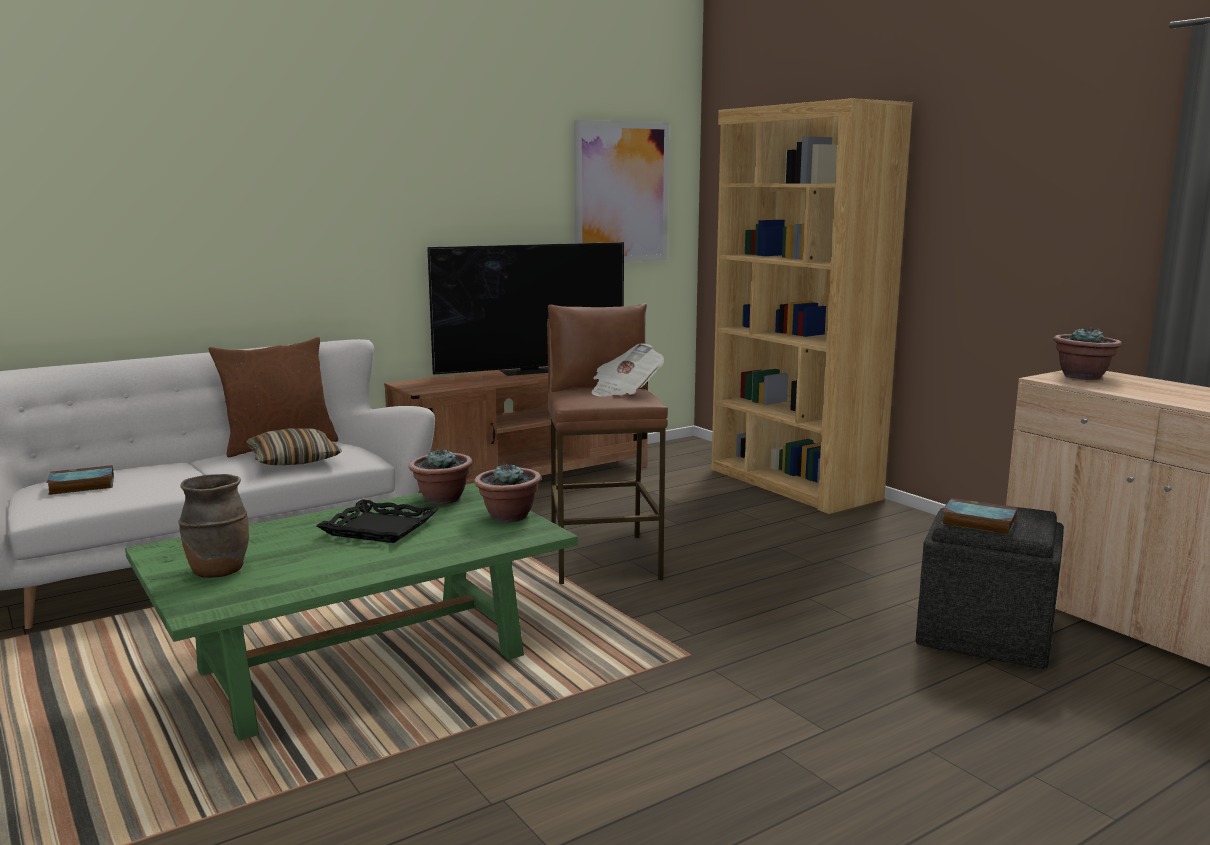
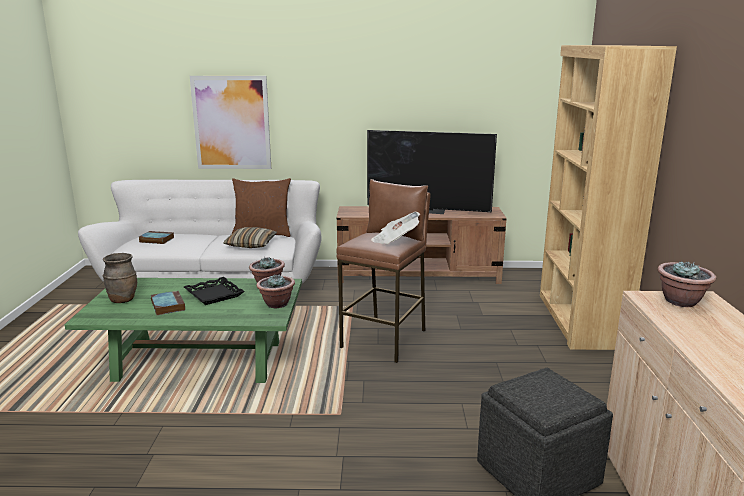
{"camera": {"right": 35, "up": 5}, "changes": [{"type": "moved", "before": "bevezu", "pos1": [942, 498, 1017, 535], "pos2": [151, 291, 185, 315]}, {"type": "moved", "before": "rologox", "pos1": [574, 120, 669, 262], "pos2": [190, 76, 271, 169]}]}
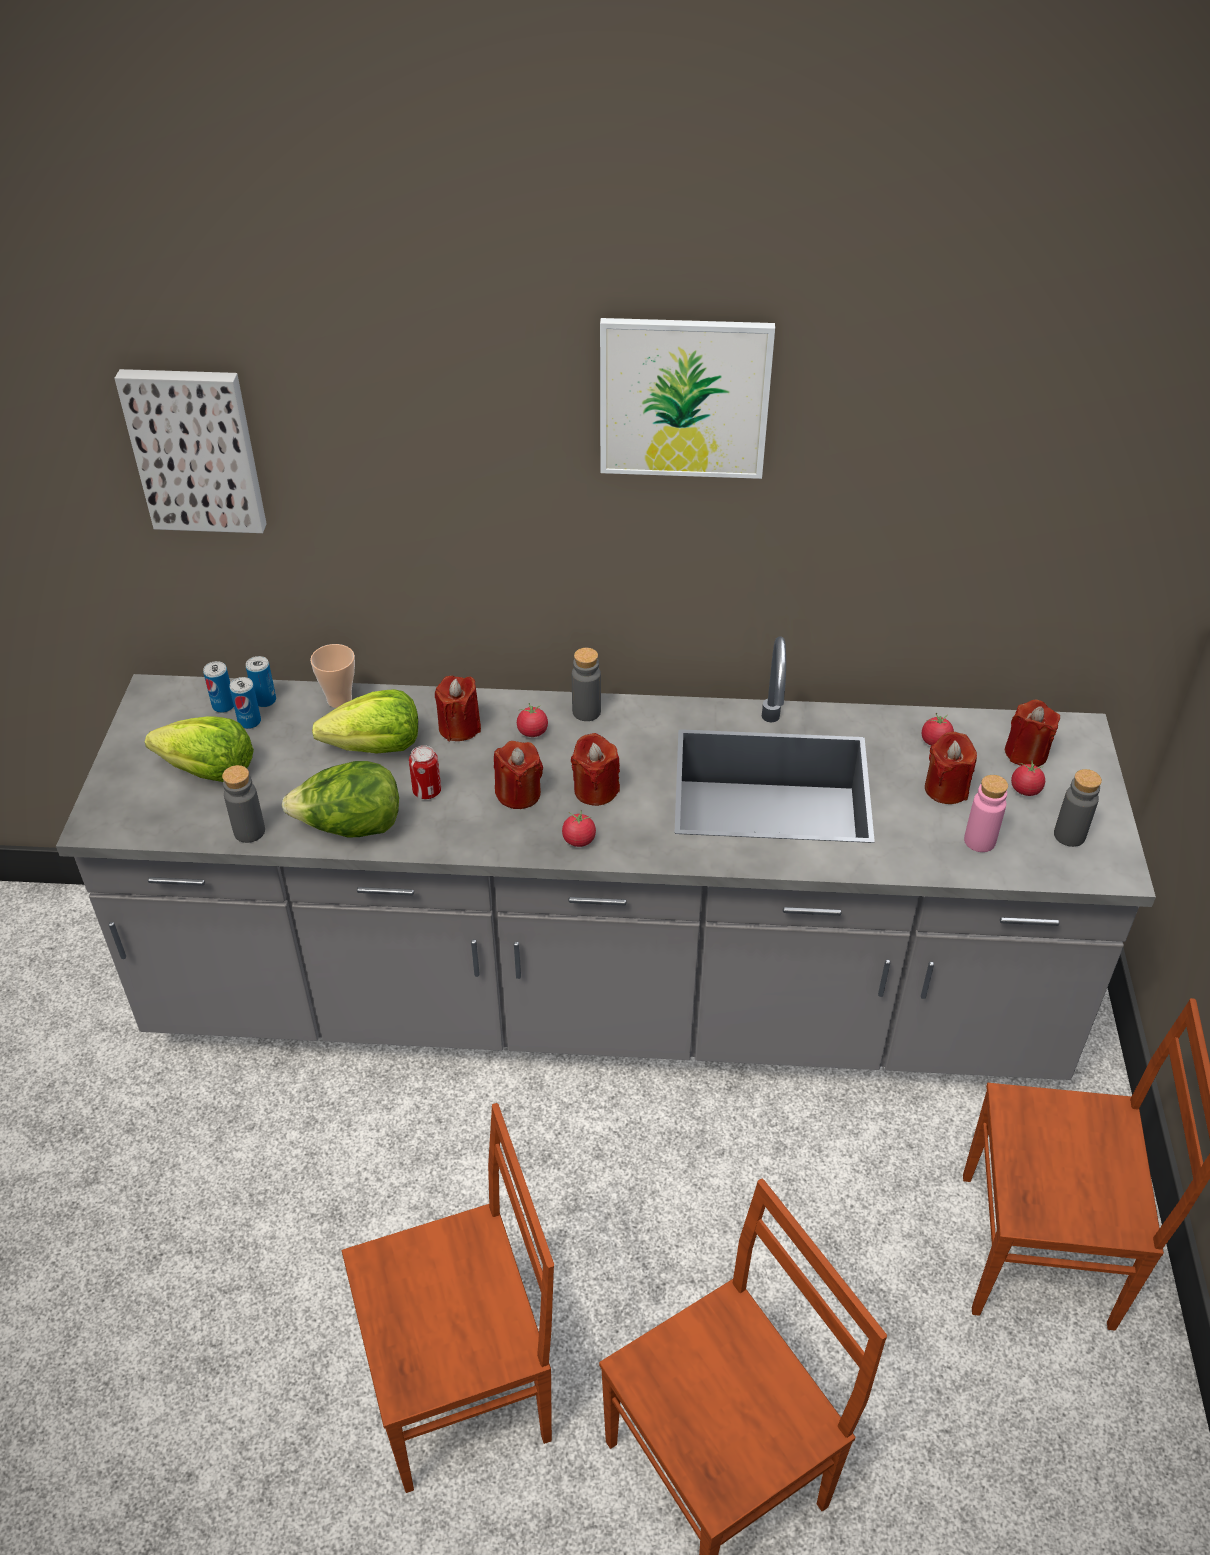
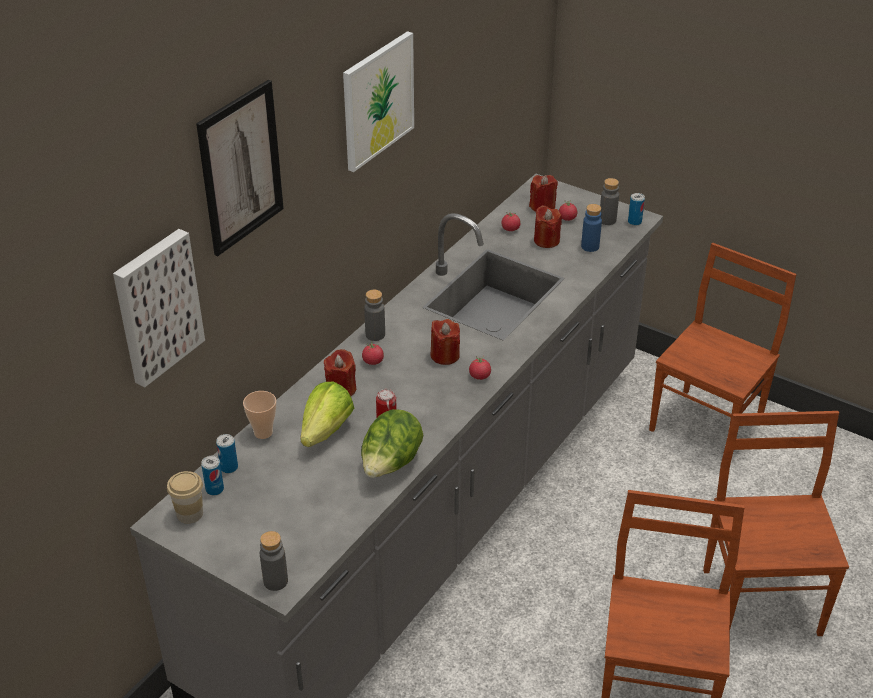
{"camera": {"right": -60, "up": -5}, "changes": [{"type": "added", "after": "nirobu", "pos2": [167, 471, 203, 524]}, {"type": "added", "after": "rologox", "pos2": [196, 80, 284, 256]}, {"type": "moved", "before": "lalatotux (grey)", "pos1": [222, 765, 265, 843], "pos2": [260, 531, 288, 591]}, {"type": "recoloured", "before": "lalatotux (pink)", "after": "lalatotux (blue)", "pos1": [964, 775, 1008, 852], "pos2": [581, 204, 602, 252]}, {"type": "moved", "before": "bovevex", "pos1": [230, 677, 261, 729], "pos2": [628, 193, 645, 226]}, {"type": "removed", "before": "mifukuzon", "pos1": [145, 716, 254, 782]}, {"type": "removed", "before": "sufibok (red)", "pos1": [494, 741, 543, 809]}]}
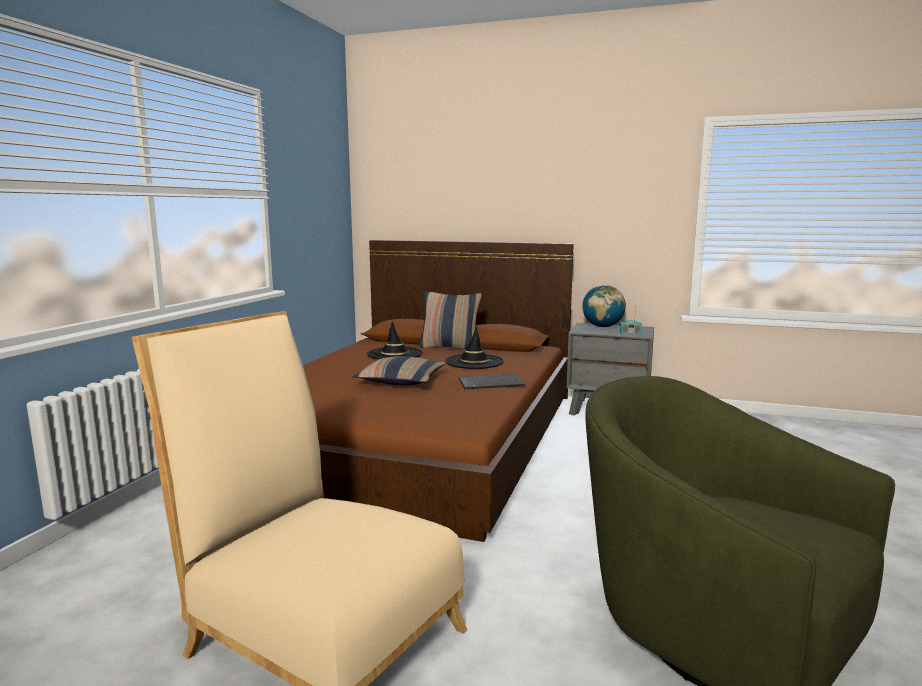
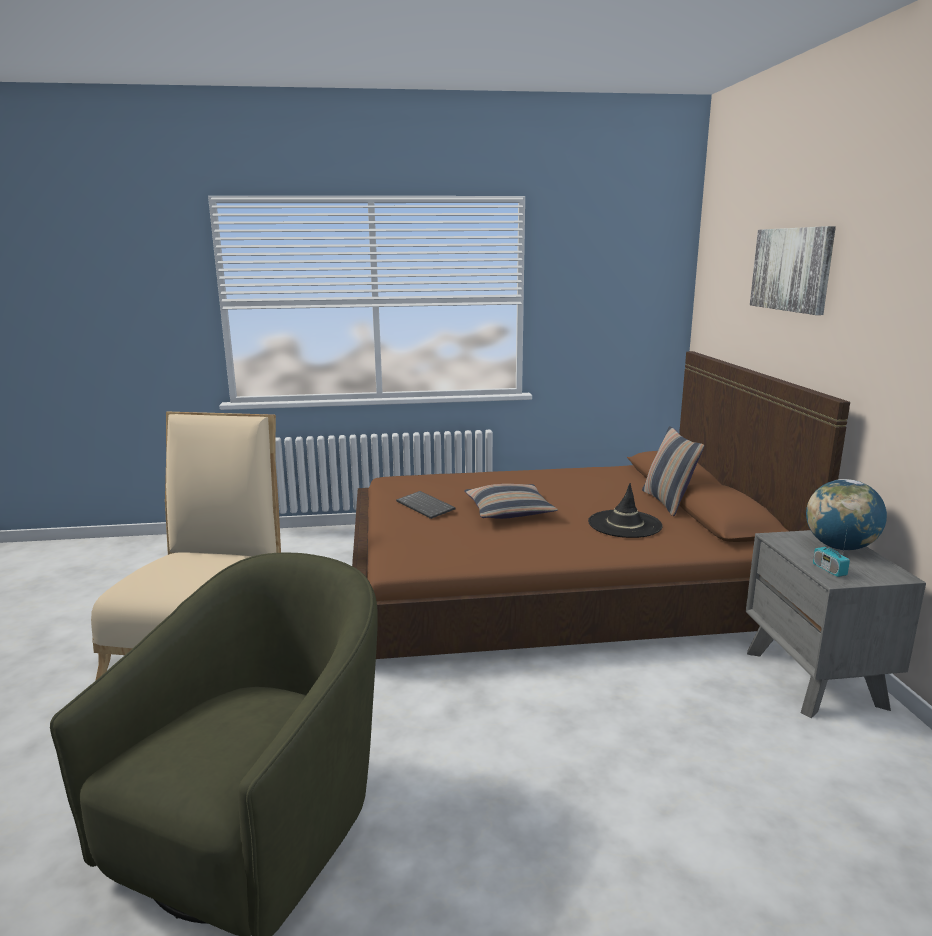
{"camera": {"right": 65, "up": 5}, "changes": [{"type": "moved", "before": "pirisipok", "pos1": [459, 374, 525, 389], "pos2": [396, 491, 456, 519]}, {"type": "added", "after": "rologox", "pos2": [750, 226, 836, 315]}, {"type": "removed", "before": "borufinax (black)", "pos1": [367, 321, 423, 359]}]}
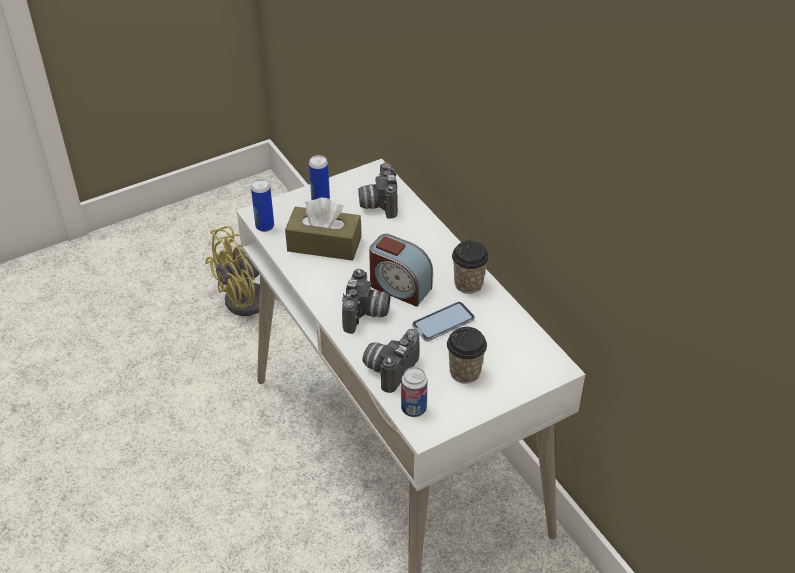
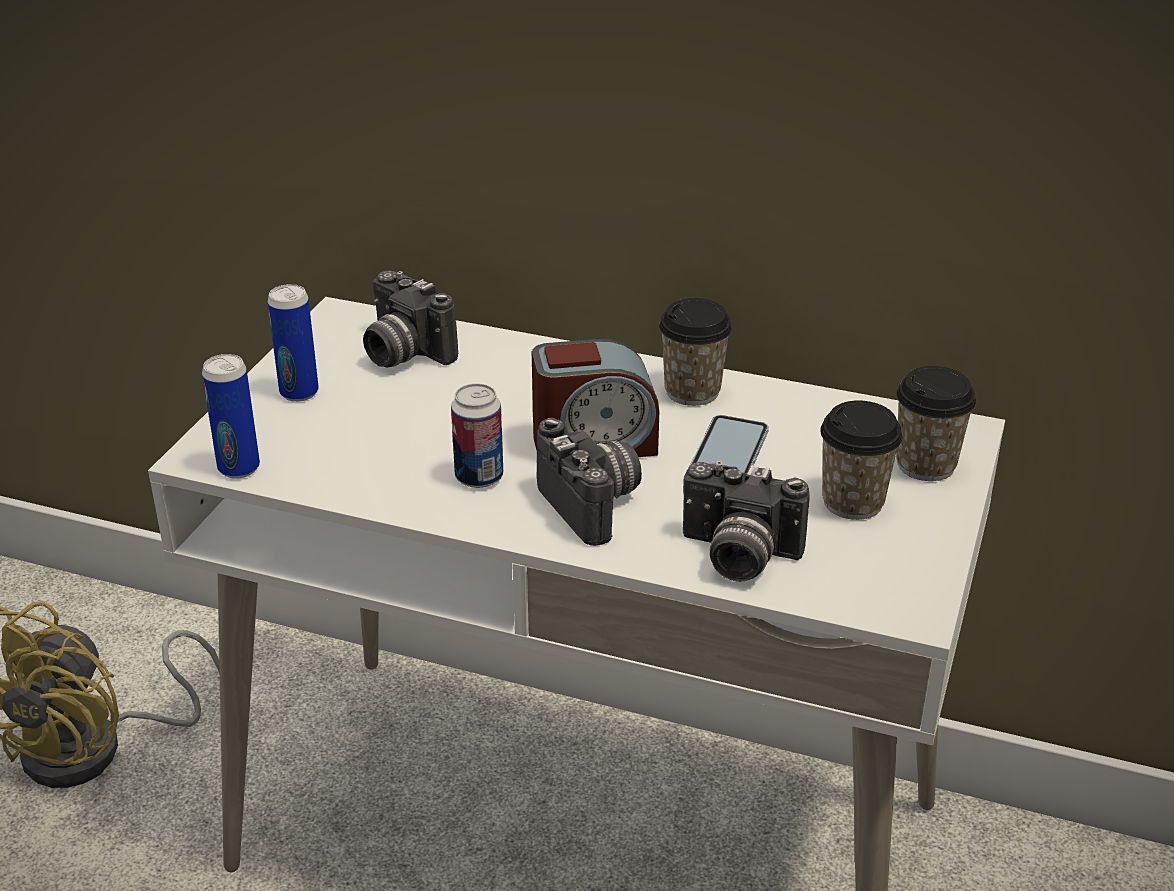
{"camera": {"right": -40, "up": -10}, "changes": [{"type": "moved", "before": "bovevex", "pos1": [401, 367, 427, 417], "pos2": [451, 383, 503, 488]}, {"type": "turned", "before": "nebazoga", "pos1": [363, 329, 420, 393], "pos2": [683, 461, 810, 582], "turn": -60}, {"type": "added", "after": "nirobu", "pos2": [896, 366, 976, 481]}, {"type": "removed", "before": "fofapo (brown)", "pos1": [285, 198, 361, 261]}]}
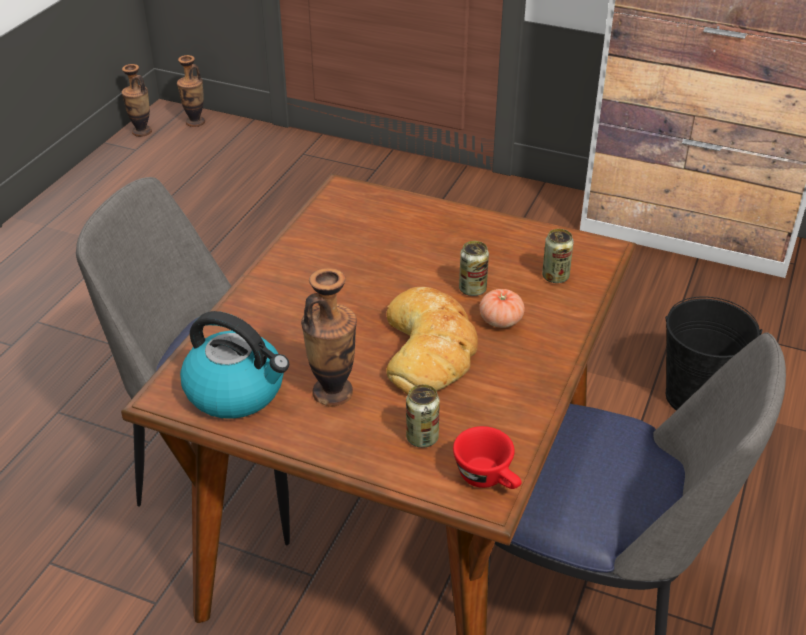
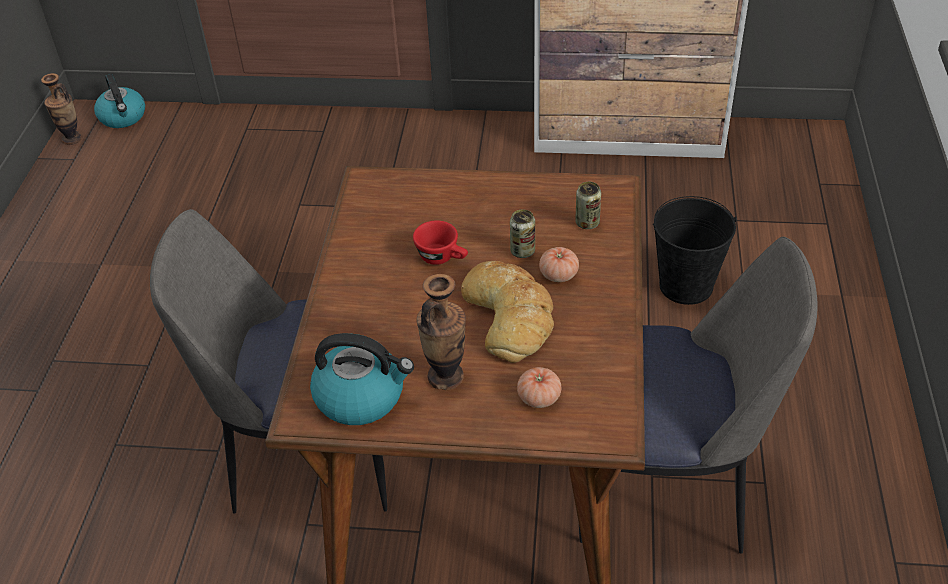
{"camera": {"right": -15, "up": 5}, "changes": [{"type": "replaced", "before": "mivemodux", "after": "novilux", "pos1": [177, 55, 205, 127], "pos2": [94, 74, 145, 128]}, {"type": "moved", "before": "nirobu (red)", "pos1": [453, 426, 522, 489], "pos2": [413, 220, 468, 265]}, {"type": "replaced", "before": "bovevex", "after": "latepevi", "pos1": [406, 384, 440, 447], "pos2": [517, 367, 561, 408]}]}
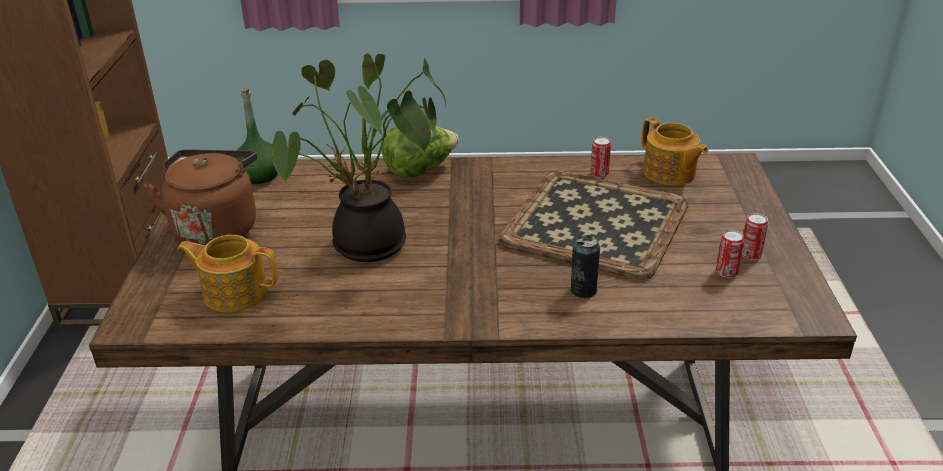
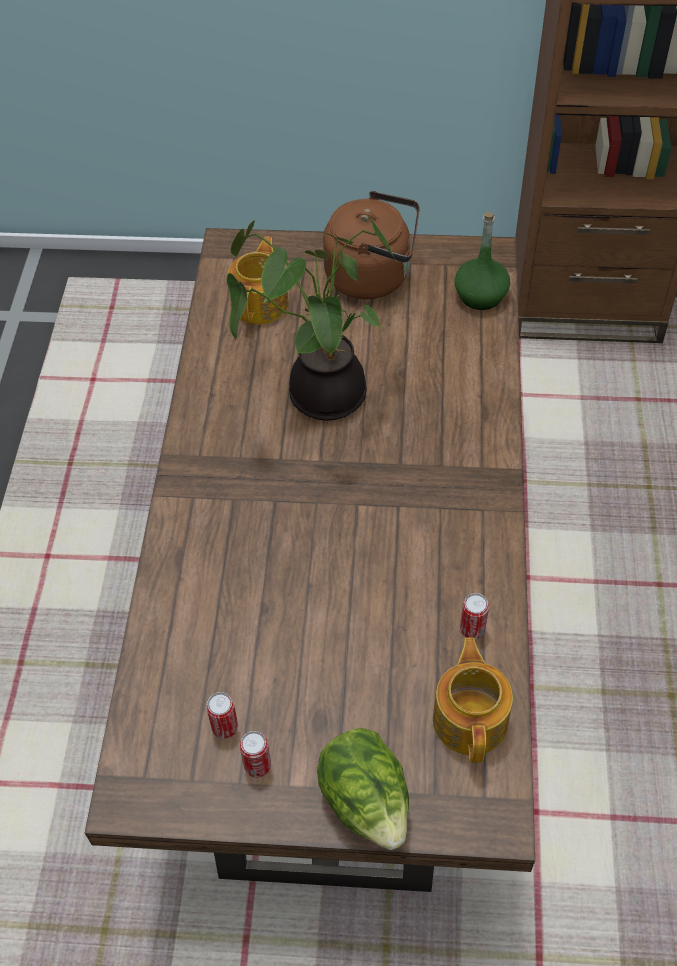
{"camera": {"right": 95, "up": 20}, "changes": [{"type": "moved", "before": "mifukuzon", "pos1": [382, 126, 459, 178], "pos2": [317, 728, 409, 850]}, {"type": "turned", "before": "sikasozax", "pos1": [641, 117, 708, 185], "pos2": [433, 637, 513, 762], "turn": 120}, {"type": "removed", "before": "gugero", "pos1": [498, 171, 689, 280]}, {"type": "removed", "before": "bovevex", "pos1": [571, 235, 600, 298]}]}
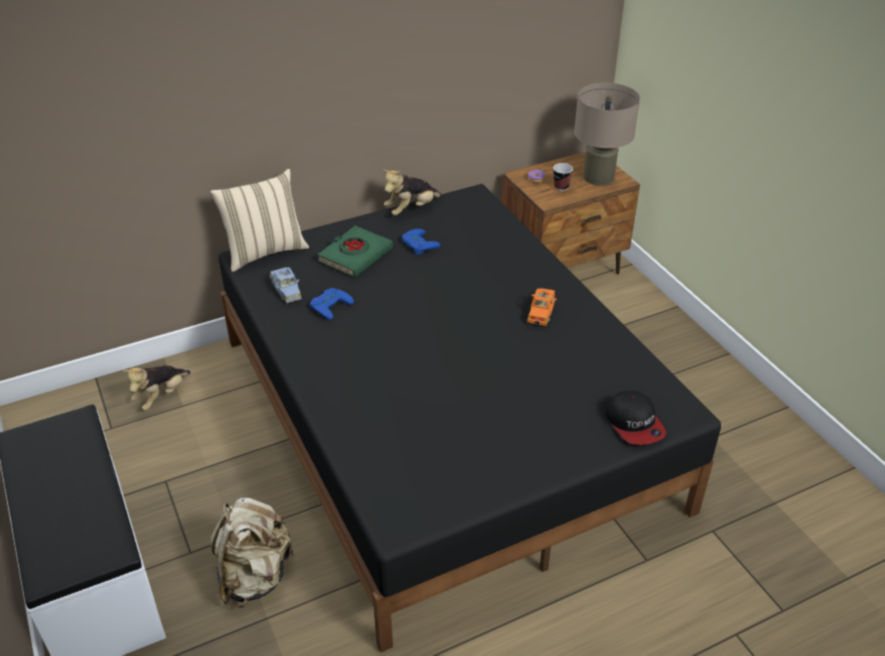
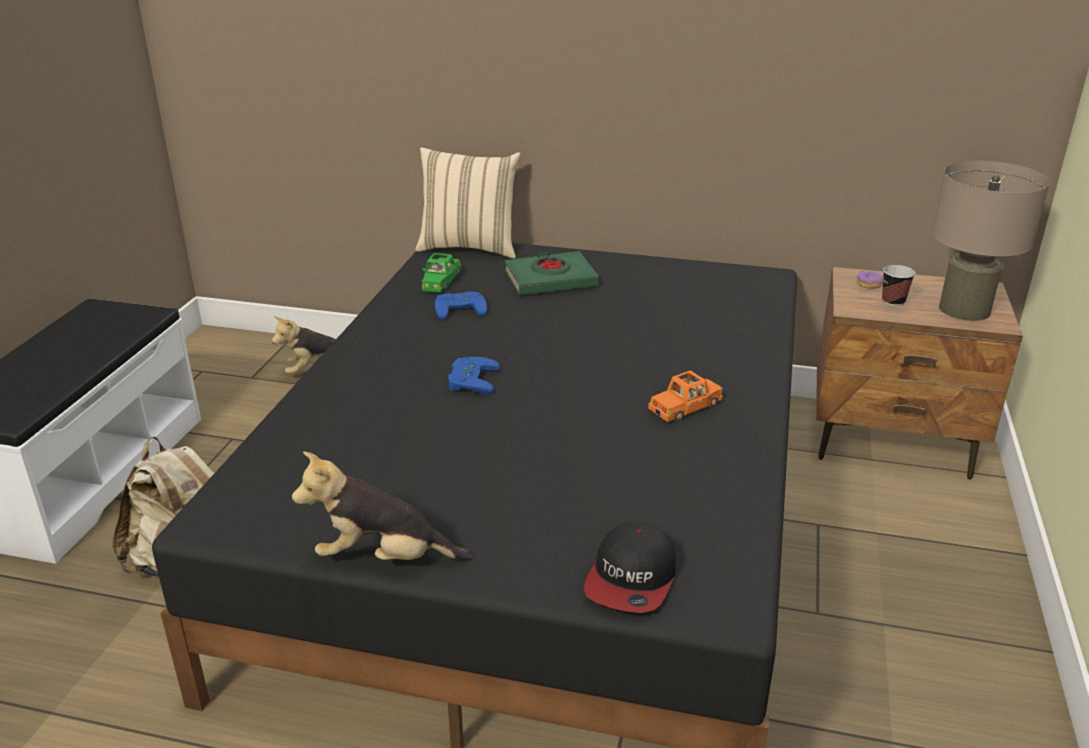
{"camera": {"right": 40, "up": -10}, "changes": [{"type": "moved", "before": "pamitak", "pos1": [383, 170, 442, 215], "pos2": [292, 452, 472, 560]}, {"type": "recoloured", "before": "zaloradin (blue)", "after": "zaloradin (green)", "pos1": [270, 267, 301, 303], "pos2": [422, 253, 461, 293]}, {"type": "moved", "before": "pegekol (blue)", "pos1": [402, 229, 441, 255], "pos2": [448, 357, 500, 394]}]}
